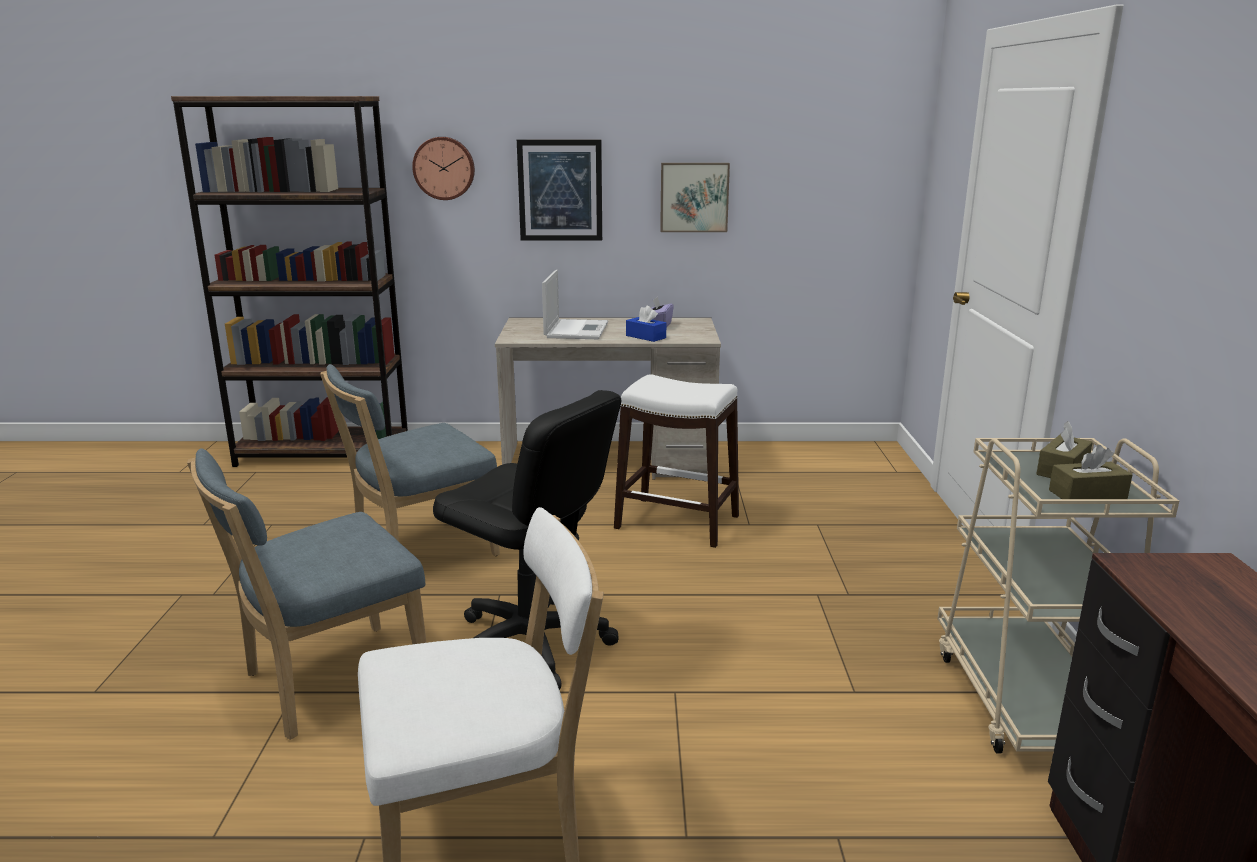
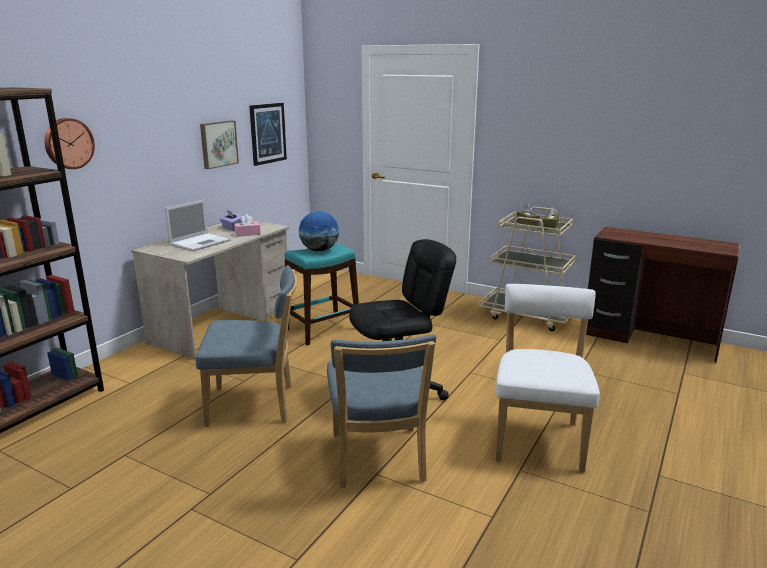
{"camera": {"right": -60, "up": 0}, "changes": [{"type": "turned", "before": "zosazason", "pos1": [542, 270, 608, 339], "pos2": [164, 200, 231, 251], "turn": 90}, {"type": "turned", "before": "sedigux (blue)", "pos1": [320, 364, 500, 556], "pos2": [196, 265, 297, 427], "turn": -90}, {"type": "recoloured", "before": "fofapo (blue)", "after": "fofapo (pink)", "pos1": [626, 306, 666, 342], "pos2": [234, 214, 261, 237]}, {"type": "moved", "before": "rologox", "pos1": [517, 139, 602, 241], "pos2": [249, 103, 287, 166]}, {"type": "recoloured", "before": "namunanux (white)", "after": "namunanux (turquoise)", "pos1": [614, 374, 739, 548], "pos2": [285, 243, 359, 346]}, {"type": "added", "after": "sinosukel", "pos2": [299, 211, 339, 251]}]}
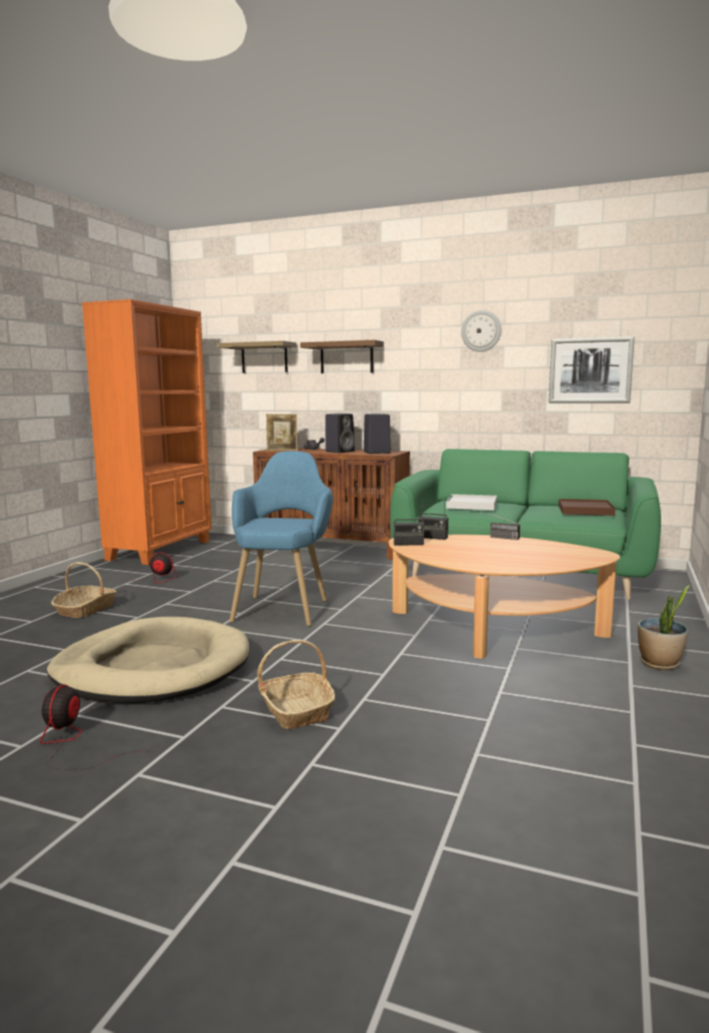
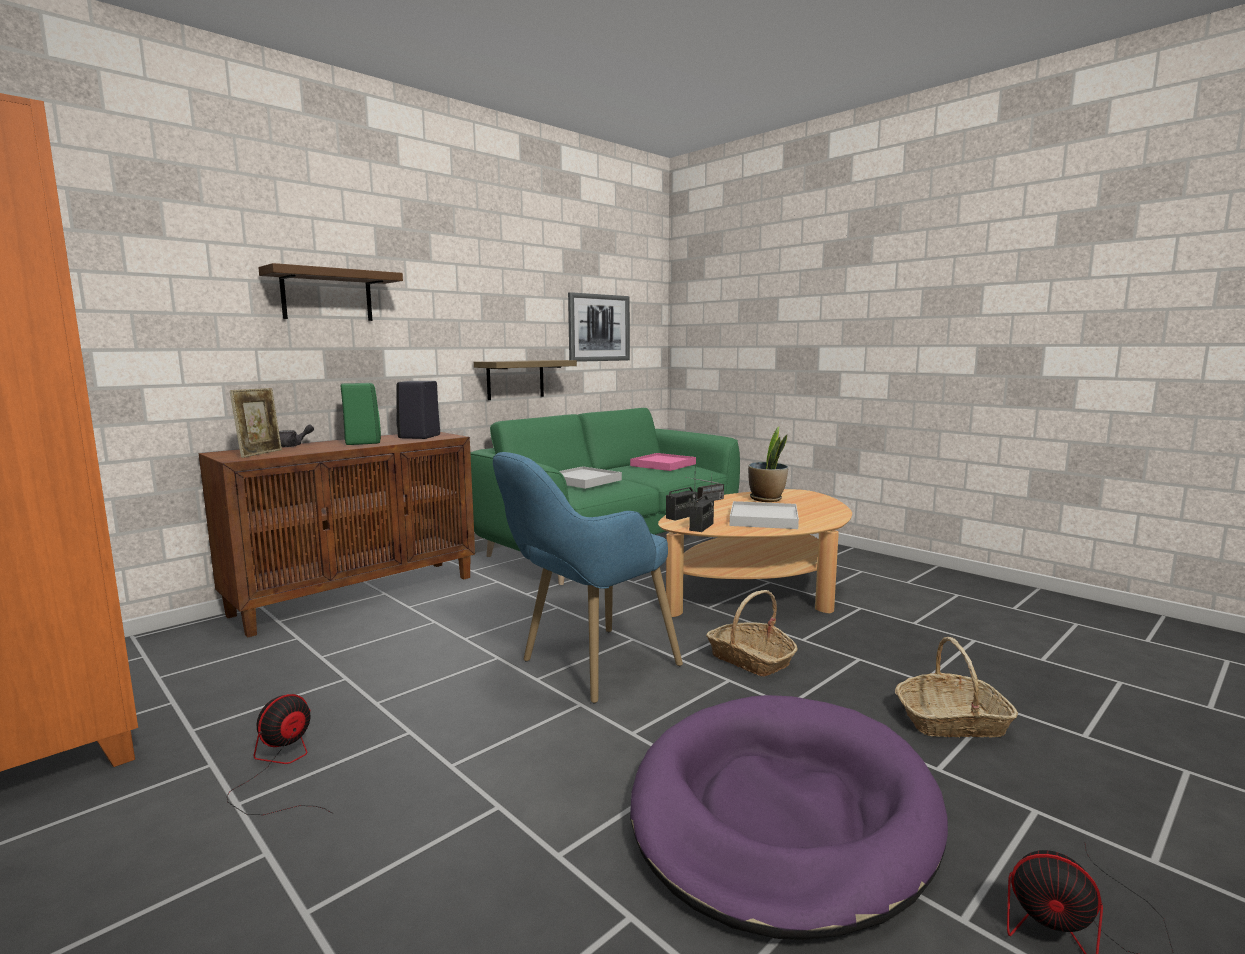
{"camera": {"right": -65, "up": 0}, "changes": [{"type": "recoloured", "before": "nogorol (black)", "after": "nogorol (green)", "pos1": [325, 413, 355, 453], "pos2": [341, 383, 381, 445]}, {"type": "moved", "before": "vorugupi", "pos1": [217, 341, 297, 373], "pos2": [474, 360, 577, 400]}, {"type": "turned", "before": "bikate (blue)", "pos1": [229, 451, 333, 627], "pos2": [493, 452, 683, 704], "turn": -75}, {"type": "recoloured", "before": "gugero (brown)", "after": "gugero (pink)", "pos1": [558, 499, 615, 516], "pos2": [630, 453, 696, 471]}, {"type": "recoloured", "before": "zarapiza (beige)", "after": "zarapiza (purple)", "pos1": [47, 617, 249, 703], "pos2": [630, 695, 948, 940]}, {"type": "moved", "before": "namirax", "pos1": [51, 562, 117, 618], "pos2": [706, 590, 797, 677]}, {"type": "added", "after": "gugero (white)", "pos2": [730, 501, 799, 529]}, {"type": "moved", "before": "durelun", "pos1": [638, 585, 690, 670], "pos2": [748, 427, 788, 502]}, {"type": "removed", "before": "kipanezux", "pos1": [461, 310, 501, 352]}]}
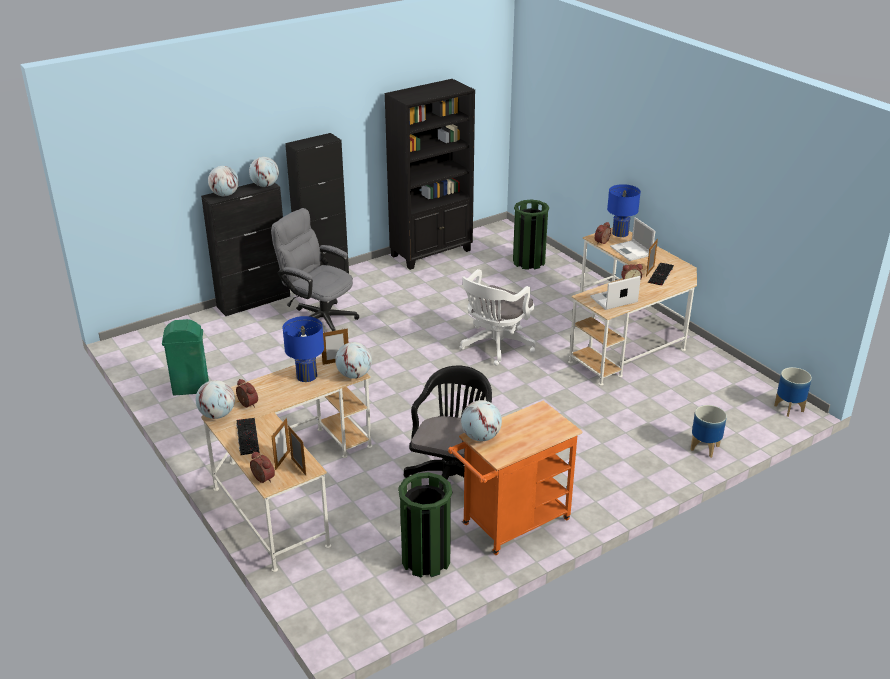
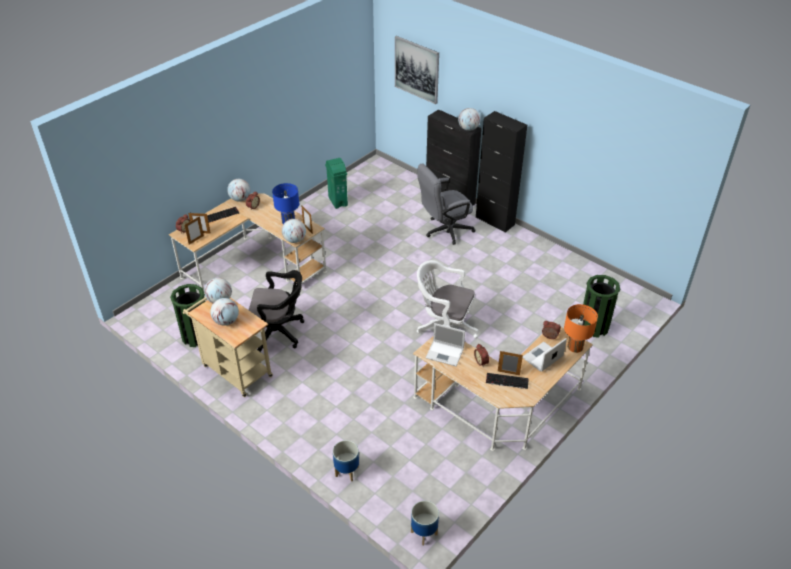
{"camera": {"right": 75, "up": 10}, "changes": [{"type": "recoloured", "before": "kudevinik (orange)", "after": "kudevinik (beige)", "pos1": [448, 401, 583, 555], "pos2": [183, 297, 273, 397]}, {"type": "moved", "before": "sinosukel", "pos1": [208, 166, 239, 196], "pos2": [210, 298, 239, 326]}, {"type": "added", "after": "rologox", "pos2": [395, 36, 439, 104]}, {"type": "turned", "before": "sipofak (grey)", "pos1": [271, 208, 359, 331], "pos2": [417, 164, 476, 245], "turn": -135}, {"type": "turned", "before": "zosazason", "pos1": [590, 276, 641, 310], "pos2": [426, 323, 465, 366], "turn": 150}, {"type": "recoloured", "before": "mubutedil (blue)", "after": "mubutedil (orange)", "pos1": [607, 184, 641, 237], "pos2": [564, 304, 598, 353]}, {"type": "removed", "before": "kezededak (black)", "pos1": [384, 79, 475, 270]}]}
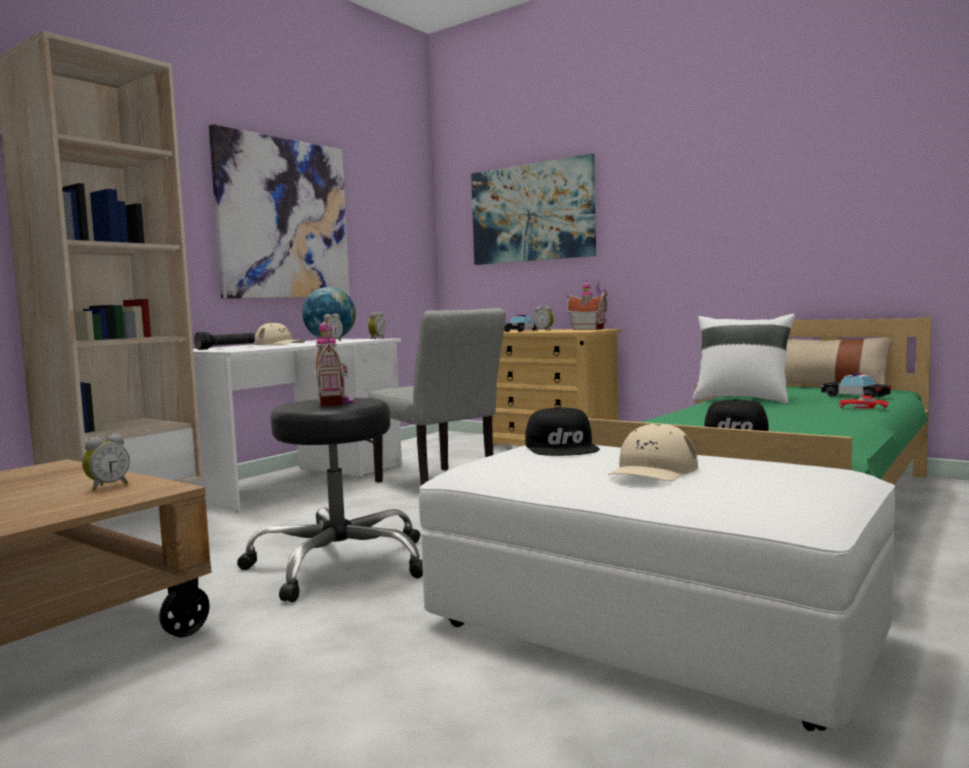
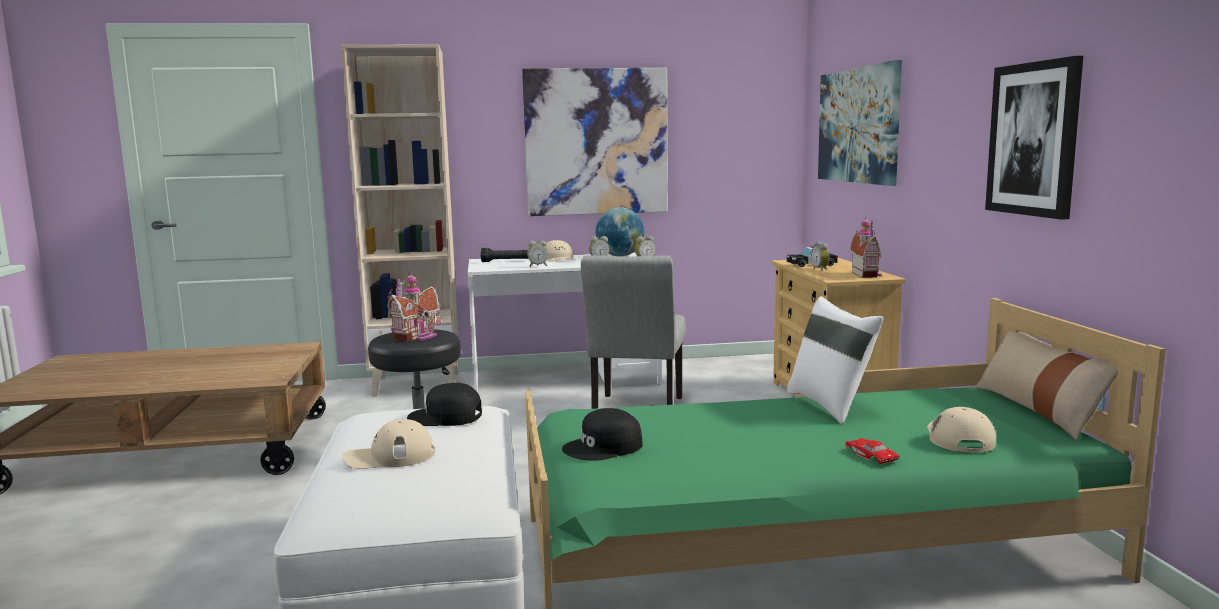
{"camera": {"right": 45, "up": 5}, "changes": [{"type": "turned", "before": "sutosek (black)", "pos1": [525, 407, 600, 456], "pos2": [407, 383, 482, 426], "turn": 60}, {"type": "moved", "before": "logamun", "pos1": [82, 433, 130, 491], "pos2": [527, 240, 548, 267]}, {"type": "replaced", "before": "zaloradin", "after": "sutosek (beige)", "pos1": [821, 374, 891, 398], "pos2": [927, 407, 996, 452]}, {"type": "added", "after": "rologox", "pos2": [985, 56, 1083, 220]}]}
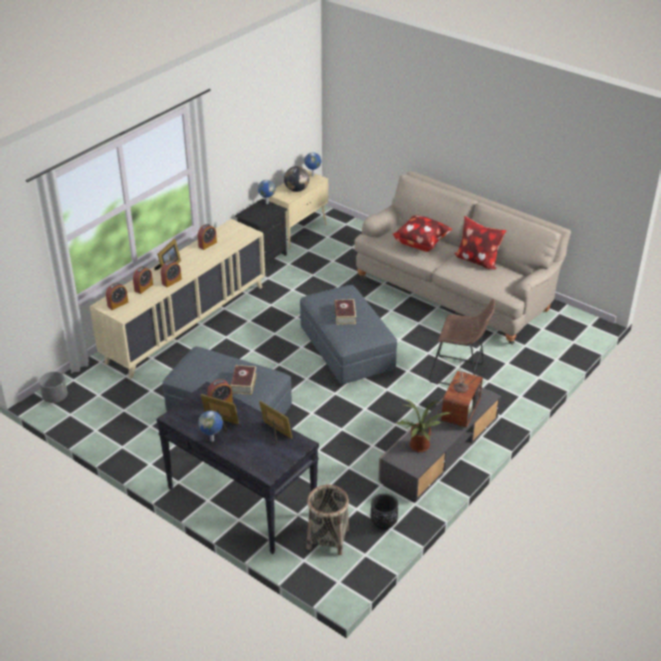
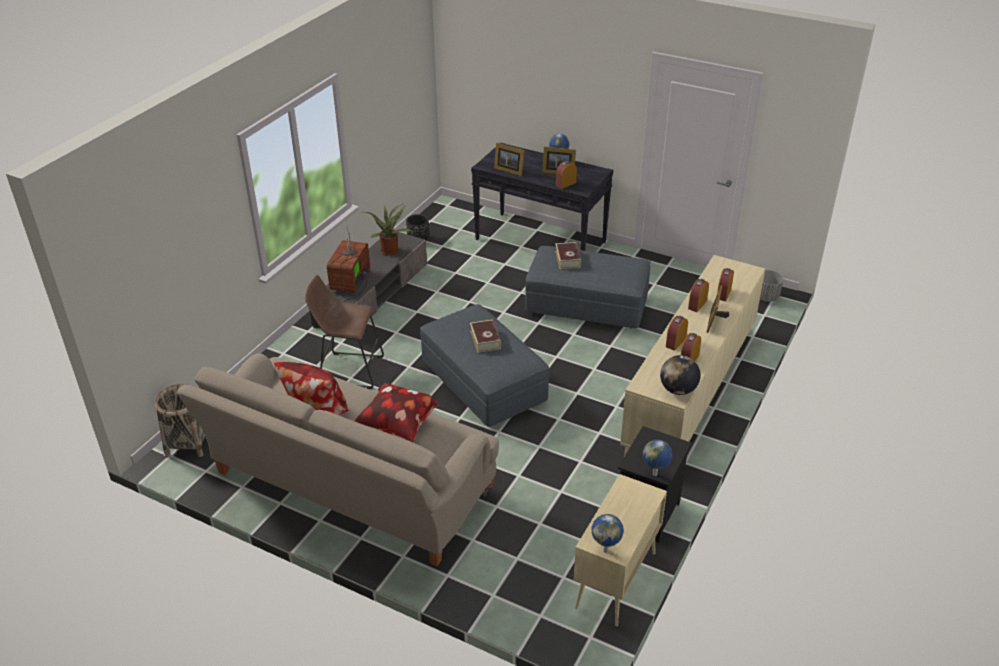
{"camera": {"right": 170, "up": 0}, "changes": [{"type": "moved", "before": "namirax", "pos1": [306, 485, 349, 555], "pos2": [155, 384, 205, 457]}, {"type": "moved", "before": "sinosukel", "pos1": [284, 166, 309, 192], "pos2": [660, 355, 701, 395]}, {"type": "moved", "before": "logamun", "pos1": [106, 283, 128, 310], "pos2": [666, 316, 688, 351]}]}
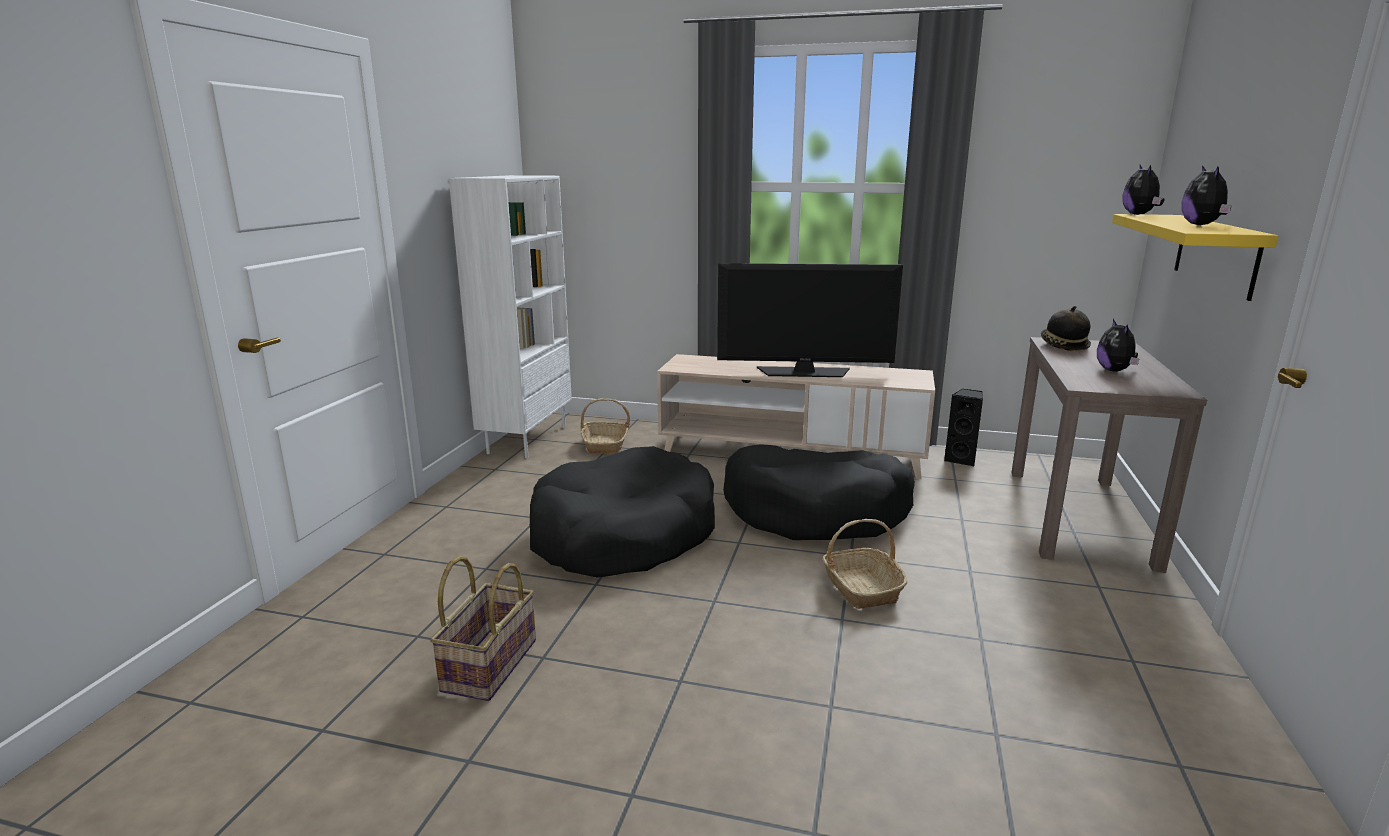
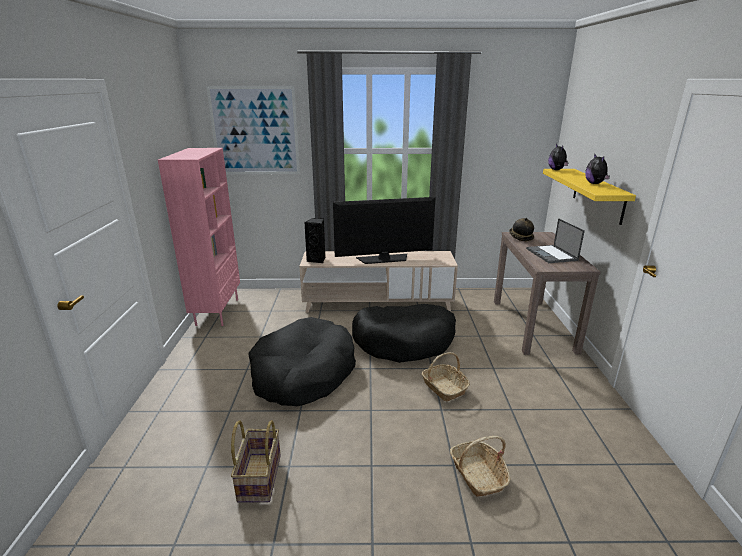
{"camera": {"right": -15, "up": 5}, "changes": [{"type": "recoloured", "before": "kezededak (white)", "after": "kezededak (pink)", "pos1": [449, 175, 572, 458], "pos2": [158, 148, 240, 326]}, {"type": "added", "after": "rologox", "pos2": [206, 86, 300, 174]}, {"type": "moved", "before": "nogorol (black)", "pos1": [944, 389, 983, 466], "pos2": [304, 218, 326, 263]}, {"type": "moved", "before": "namirax", "pos1": [581, 398, 630, 453], "pos2": [450, 436, 510, 497]}, {"type": "replaced", "before": "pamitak", "after": "zosazason", "pos1": [1097, 319, 1139, 372], "pos2": [526, 218, 585, 263]}]}
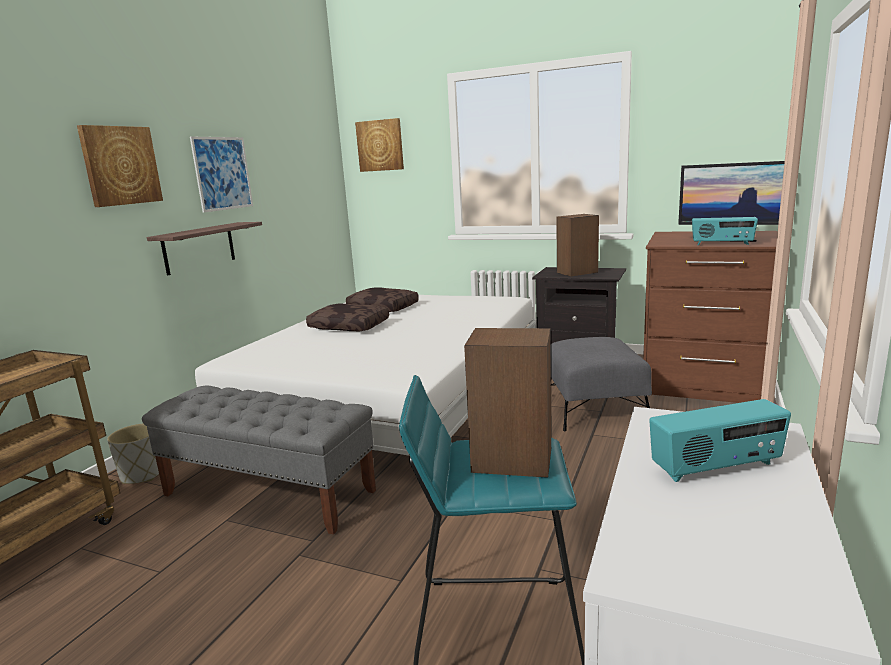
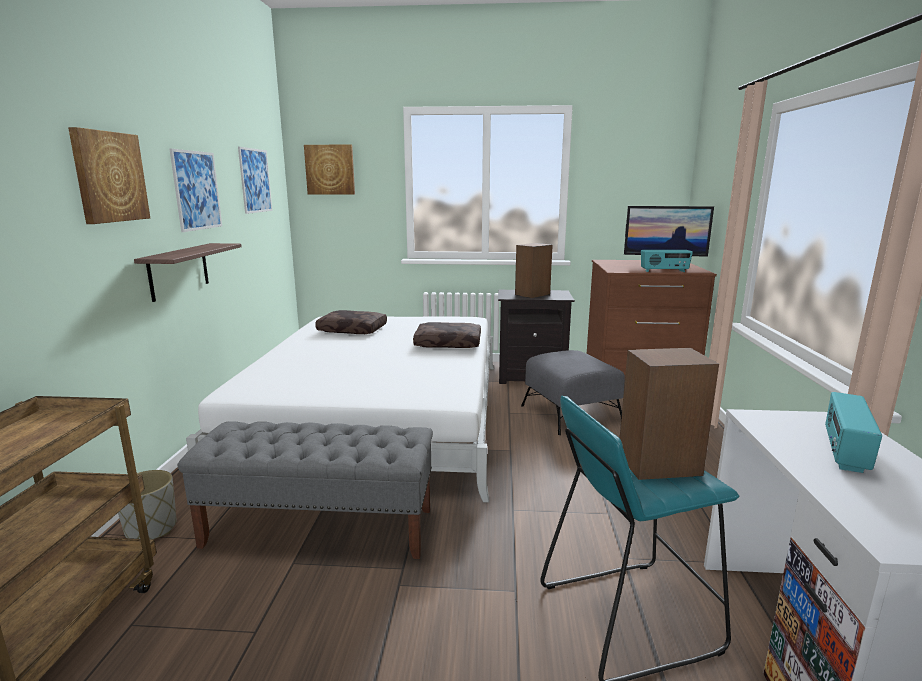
{"camera": {"right": -20, "up": 0}, "changes": [{"type": "added", "after": "rologox", "pos2": [238, 147, 272, 214]}, {"type": "moved", "before": "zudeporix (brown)", "pos1": [306, 304, 389, 331], "pos2": [413, 322, 481, 348]}, {"type": "turned", "before": "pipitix", "pos1": [649, 399, 791, 482], "pos2": [825, 392, 882, 473], "turn": 150}]}
